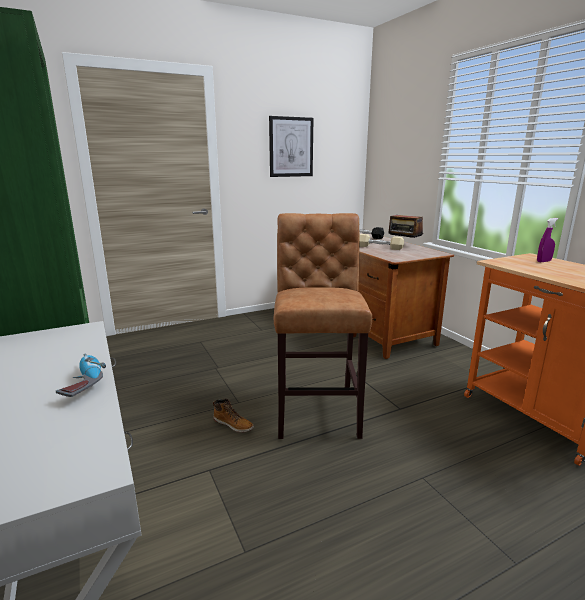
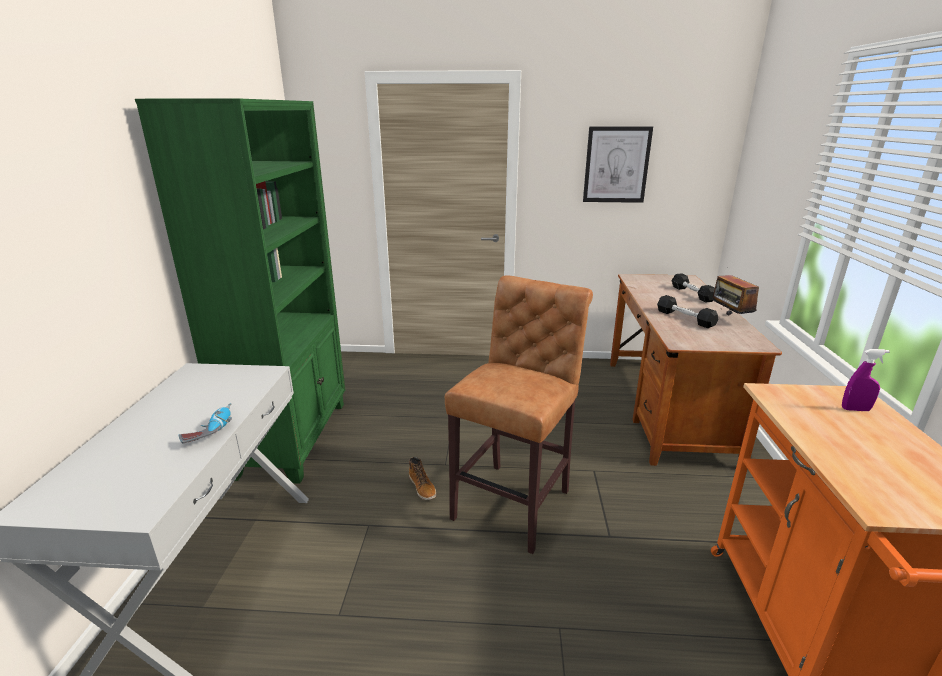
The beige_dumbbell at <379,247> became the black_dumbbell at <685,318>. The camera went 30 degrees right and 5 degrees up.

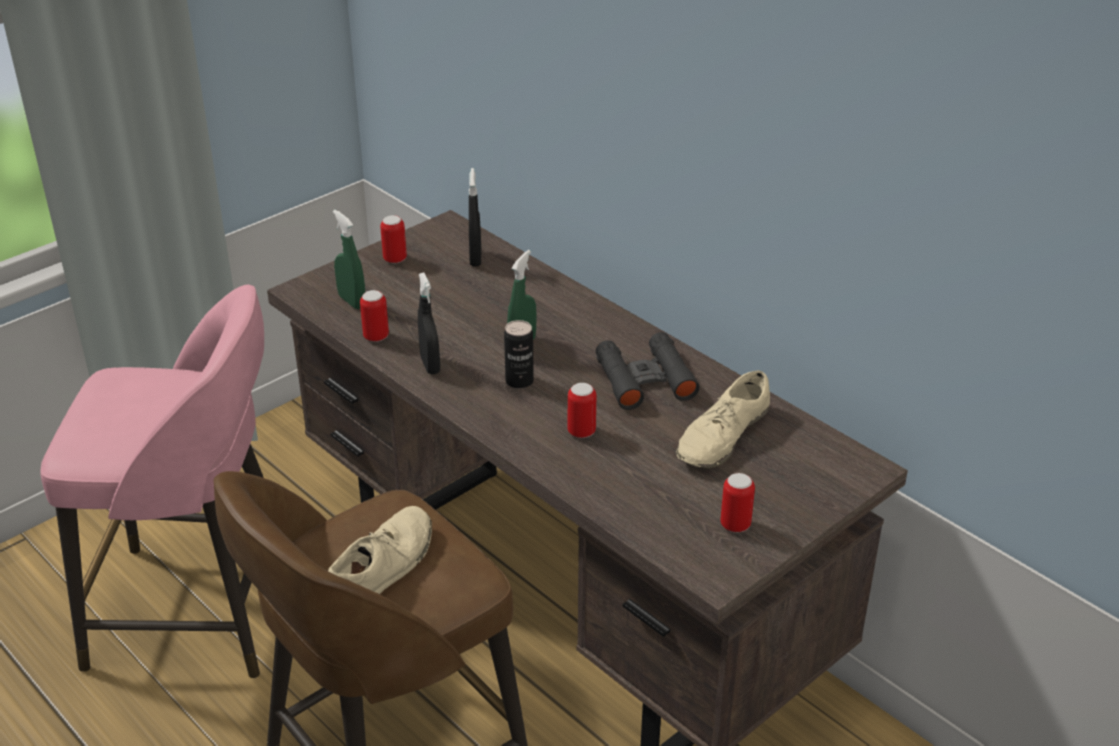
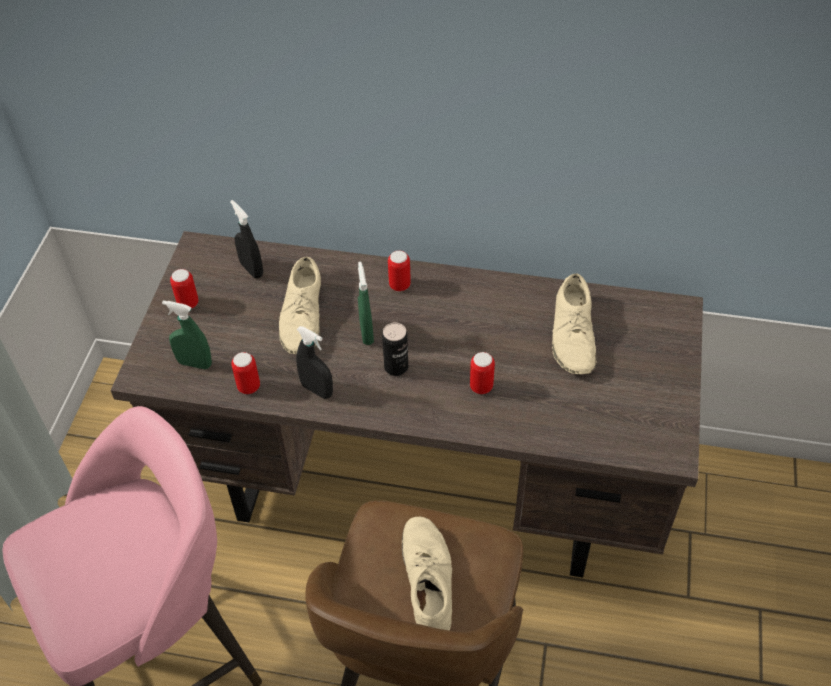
The black_binoculars at <645,380> disappeared. The beige_shoe at <303,317> appeared. The can moved from <735,525> to <399,285>. The camera went 35 degrees left and 15 degrees up.

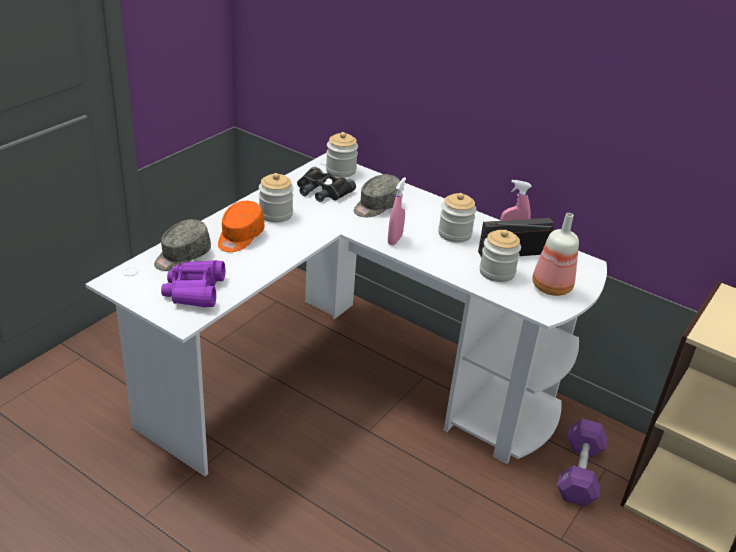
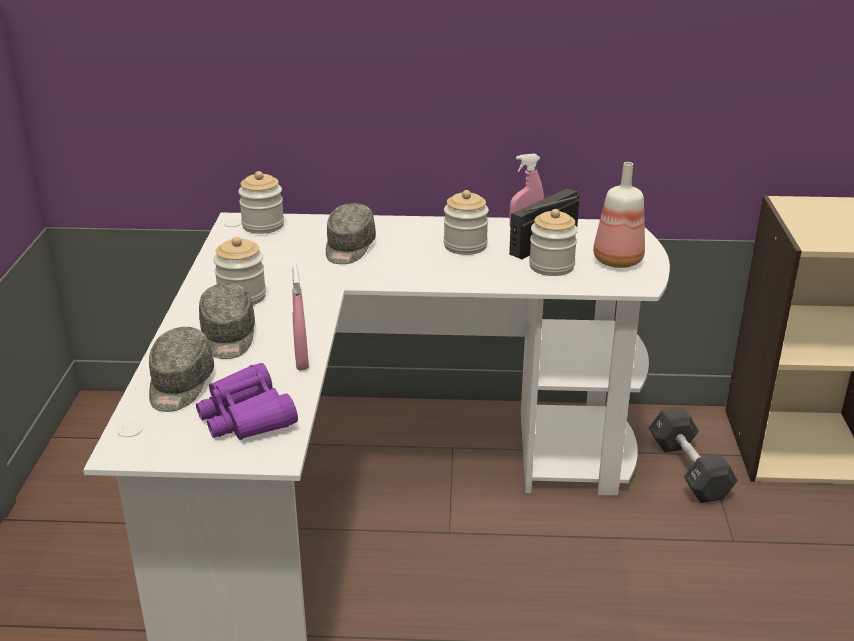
The black_binoculars at <322,191> disappeared. The pink_spray_bottle moved from <395,239> to <301,361>. The orange_cap at <239,237> became the grey_cap at <228,336>. The purple_dumbbell at <579,472> became the black_dumbbell at <688,469>. The camera went 30 degrees left and 5 degrees down.

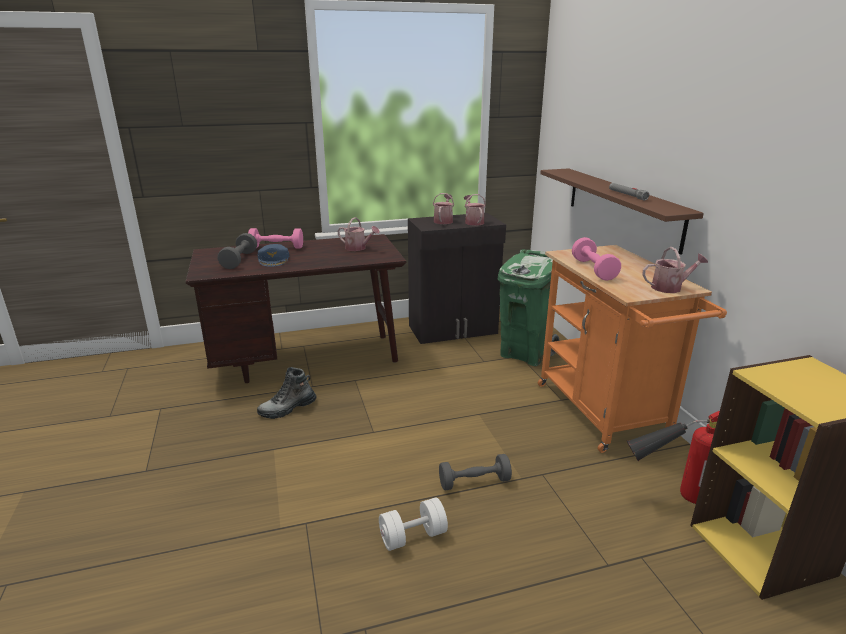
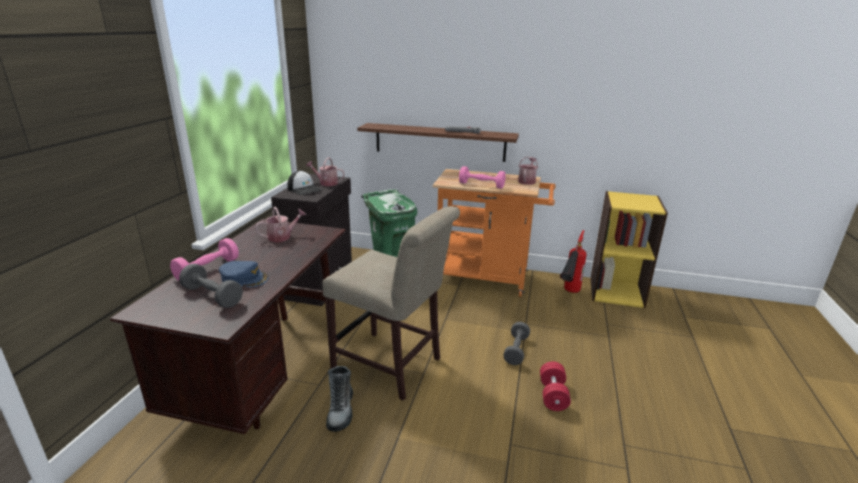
The beige_chair at <391,366> appeared. The watering_can at <443,220> was replaced by the cap at <304,189>. The white_dumbbell at <413,536> became the red_dumbbell at <553,395>. The camera went 60 degrees left and 0 degrees up.

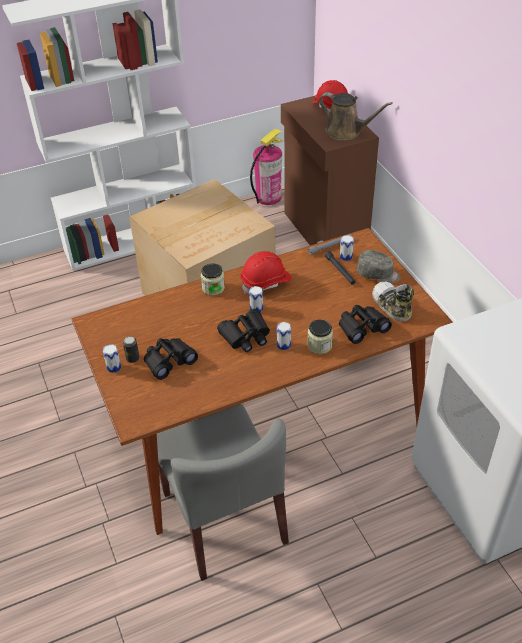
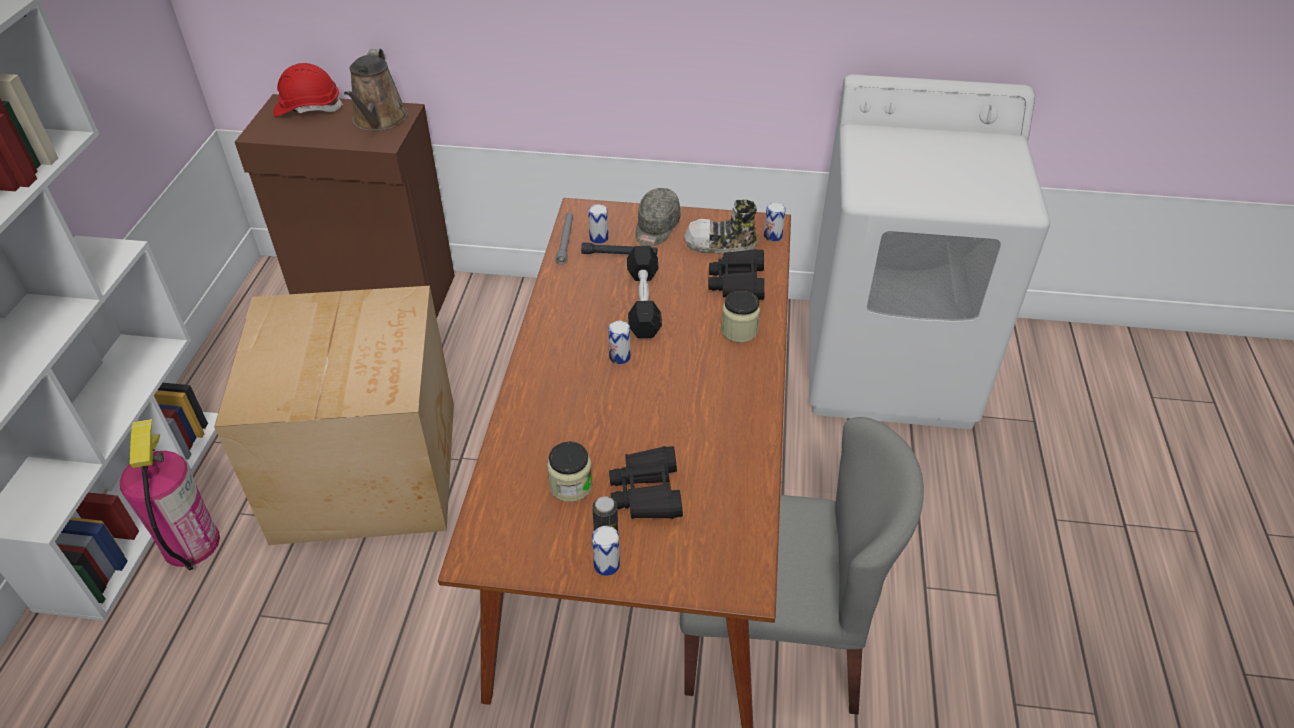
The black_binoculars at <246,336> disappeared. The red_hard_hat at <266,282> disappeared. The black_dumbbell at <643,302> appeared. The jar moved from <213,288> to <571,485>. The fire_extinguisher moved from <268,197> to <190,543>. The can moved from <284,345> to <772,236>. The brown_watering_can at <346,132> turned 120 degrees clockwise. The grey_cap at <378,274> turned 150 degrees clockwise. The camera went 60 degrees left and 0 degrees up.

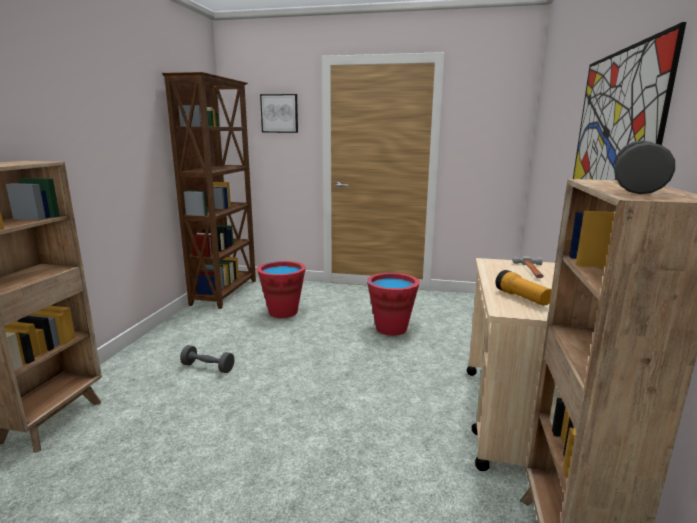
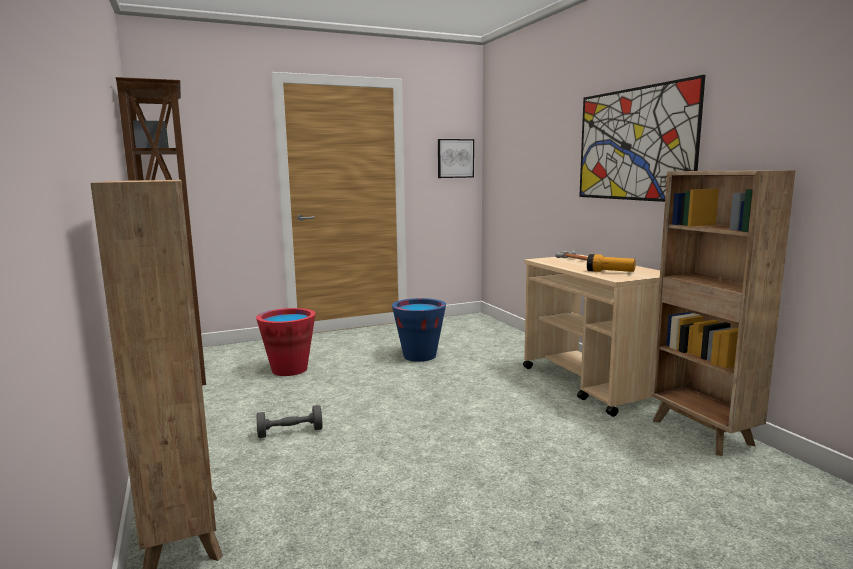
The grey_dumbbell at <636,187> disappeared. The picture moved from <279,113> to <455,158>. The red_bucket at <391,328> became the blue_bucket at <419,356>. The camera went 35 degrees left and 5 degrees down.

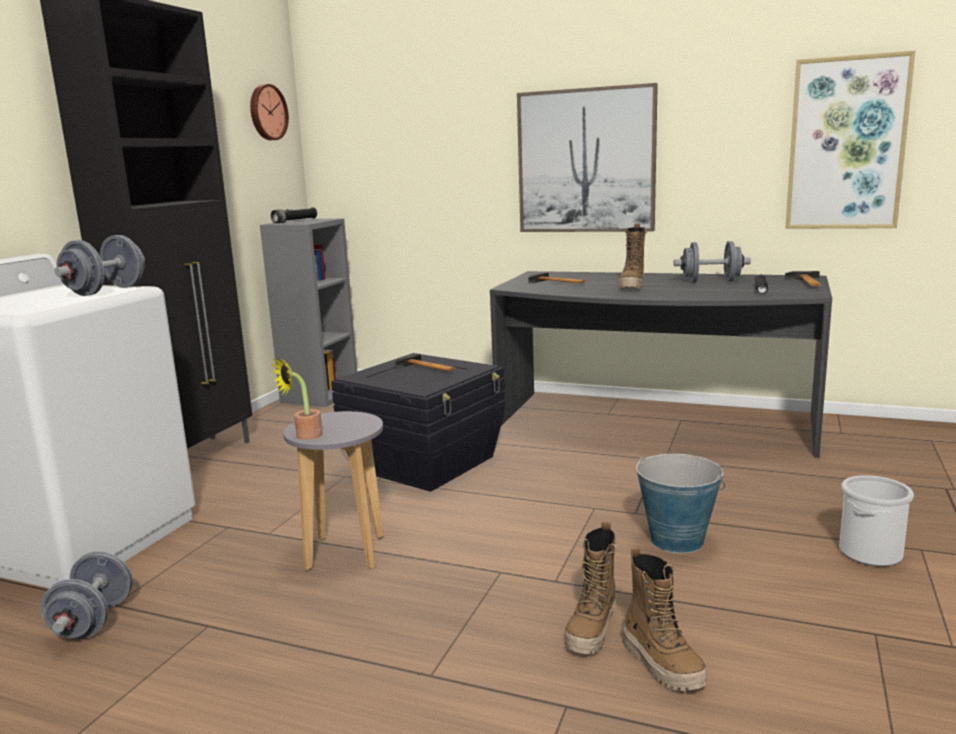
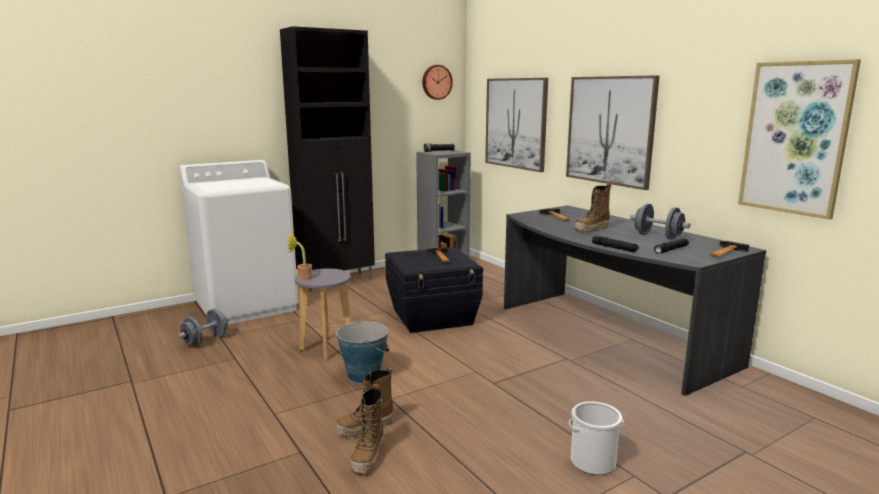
The grey_dumbbell at <106,291> disappeared. The picture at <516,123> appeared. The black_flashlight at <614,248> appeared. The bucket moved from <676,540> to <364,375>. The camera went 35 degrees right and 0 degrees up.

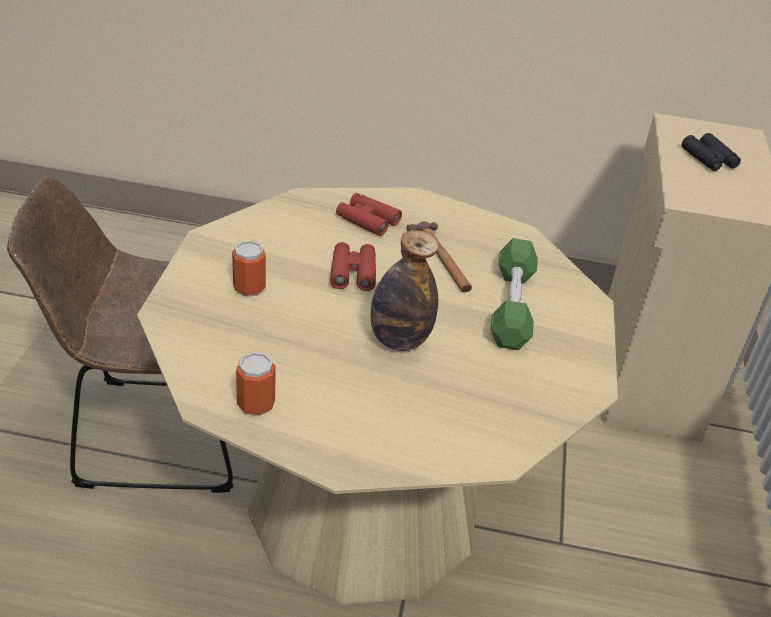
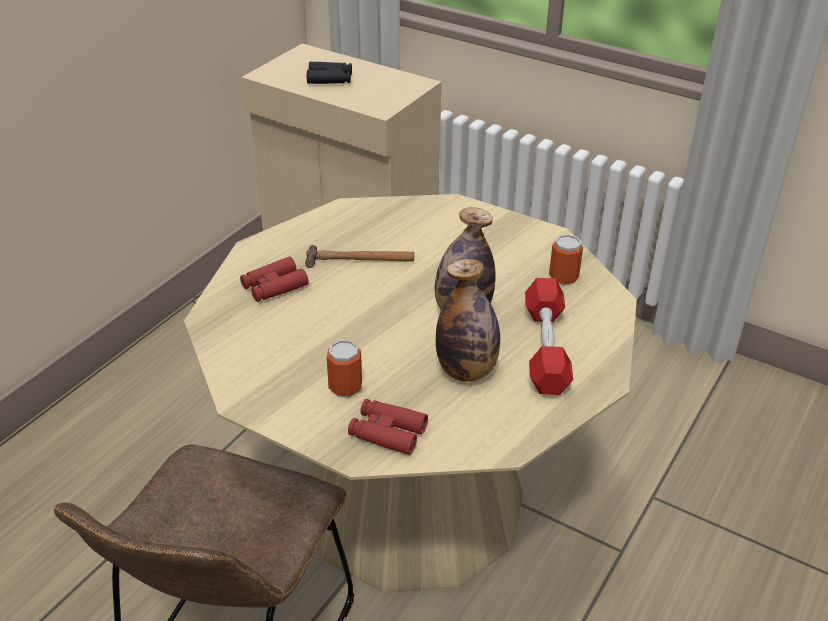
The green_dumbbell at <512,306> disappeared. The bottle at <466,371> appeared. The red_dumbbell at <546,348> appeared. The can moved from <256,404> to <563,277>. The red_binoculars moved from <353,272> to <387,432>. The camera went 65 degrees left and 0 degrees up.

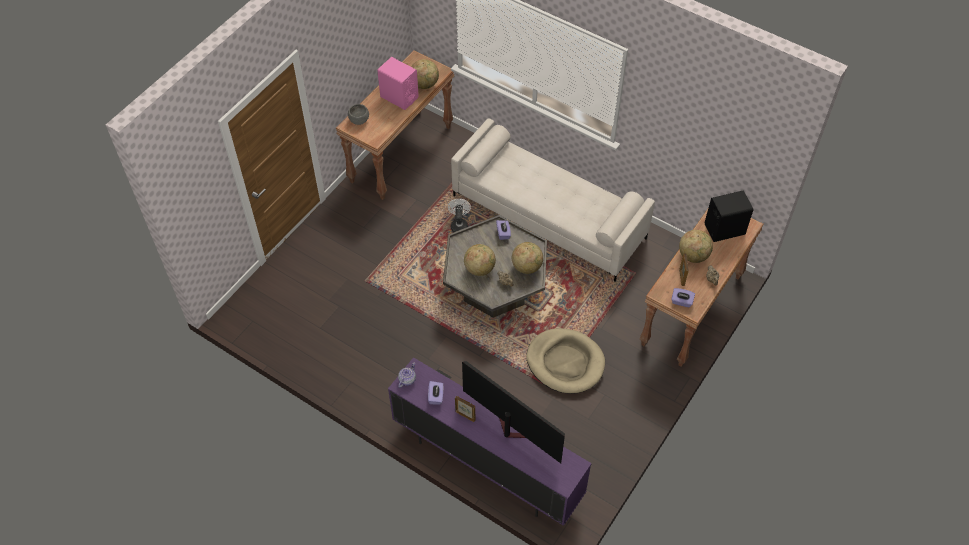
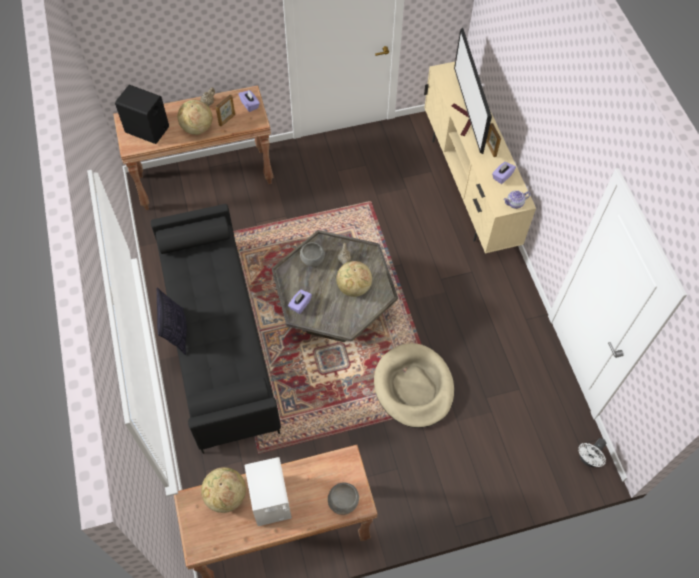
The pillow at <176,332> appeared. The white_fan moved from <459,224> to <588,459>. The beige_dog_bed moved from <565,362> to <413,387>. The globe at <527,266> was replaced by the grey_bowl at <312,260>. The pink_speaker at <399,97> became the white_speaker at <270,500>. The purple_tv_stand at <486,464> became the beige_tv_stand at <468,187>. The white_sofa at <549,217> became the black_sofa at <218,340>. The camera went 140 degrees left and 5 degrees up.

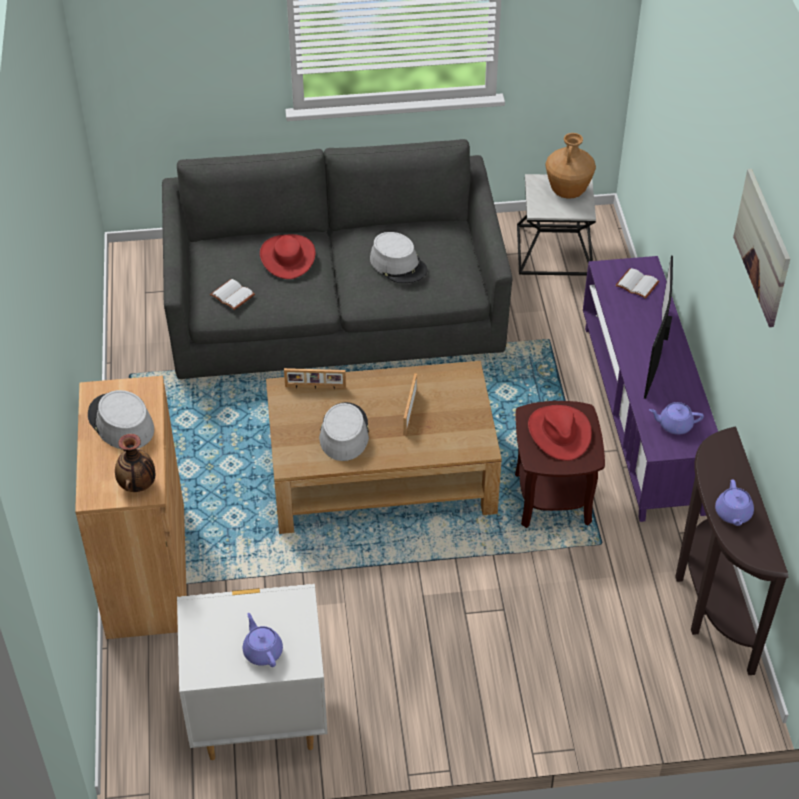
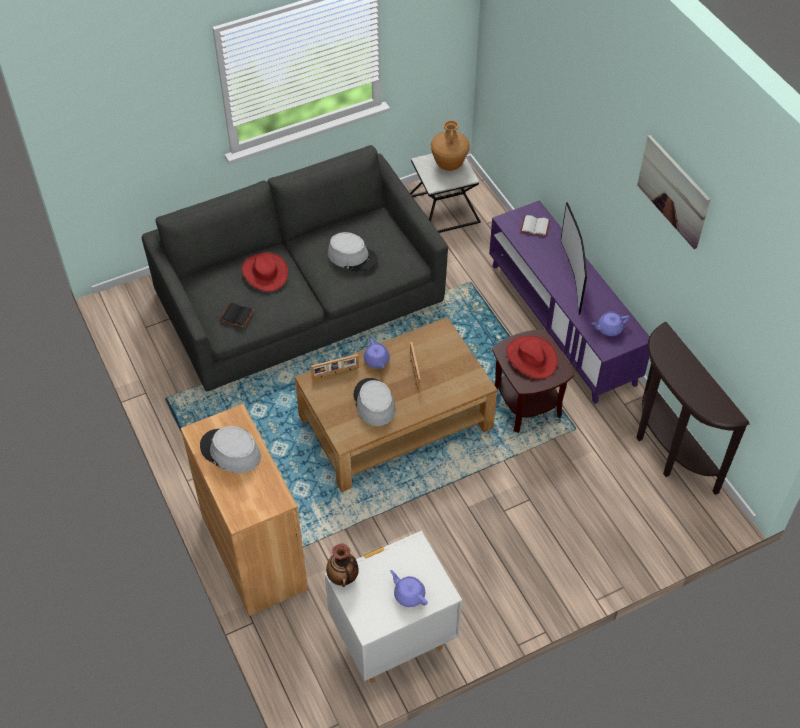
The vase moved from <138,485> to <343,576>. The purple_teapot moved from <733,514> to <376,361>. The white_book at <231,295> became the black_book at <236,316>. The camera went 20 degrees left and 5 degrees up.

